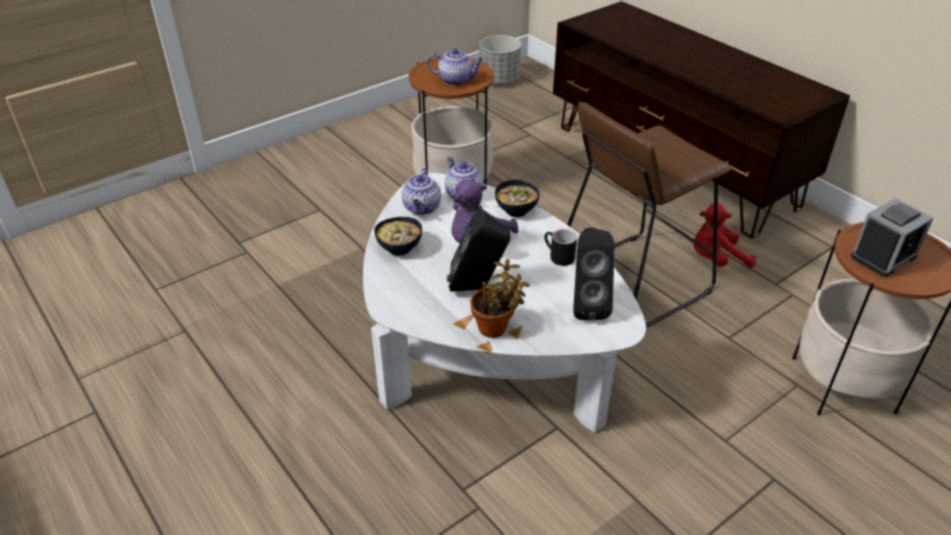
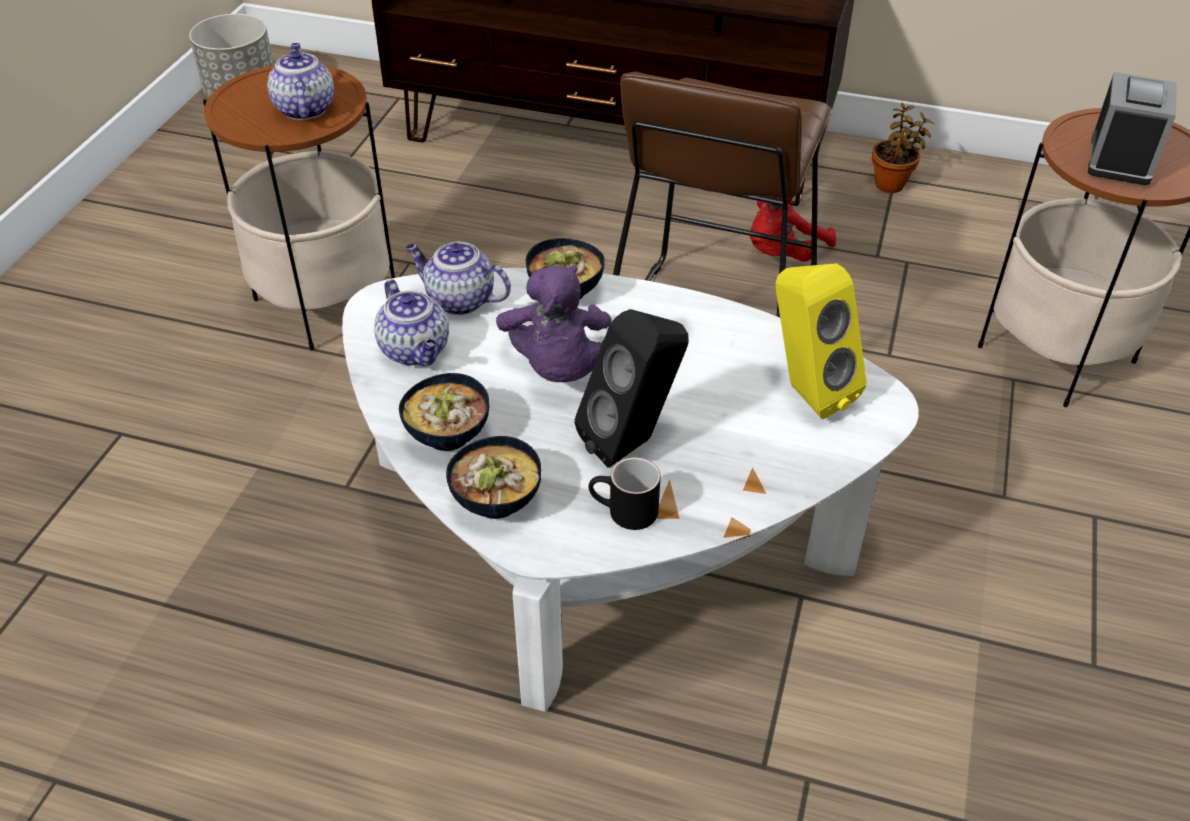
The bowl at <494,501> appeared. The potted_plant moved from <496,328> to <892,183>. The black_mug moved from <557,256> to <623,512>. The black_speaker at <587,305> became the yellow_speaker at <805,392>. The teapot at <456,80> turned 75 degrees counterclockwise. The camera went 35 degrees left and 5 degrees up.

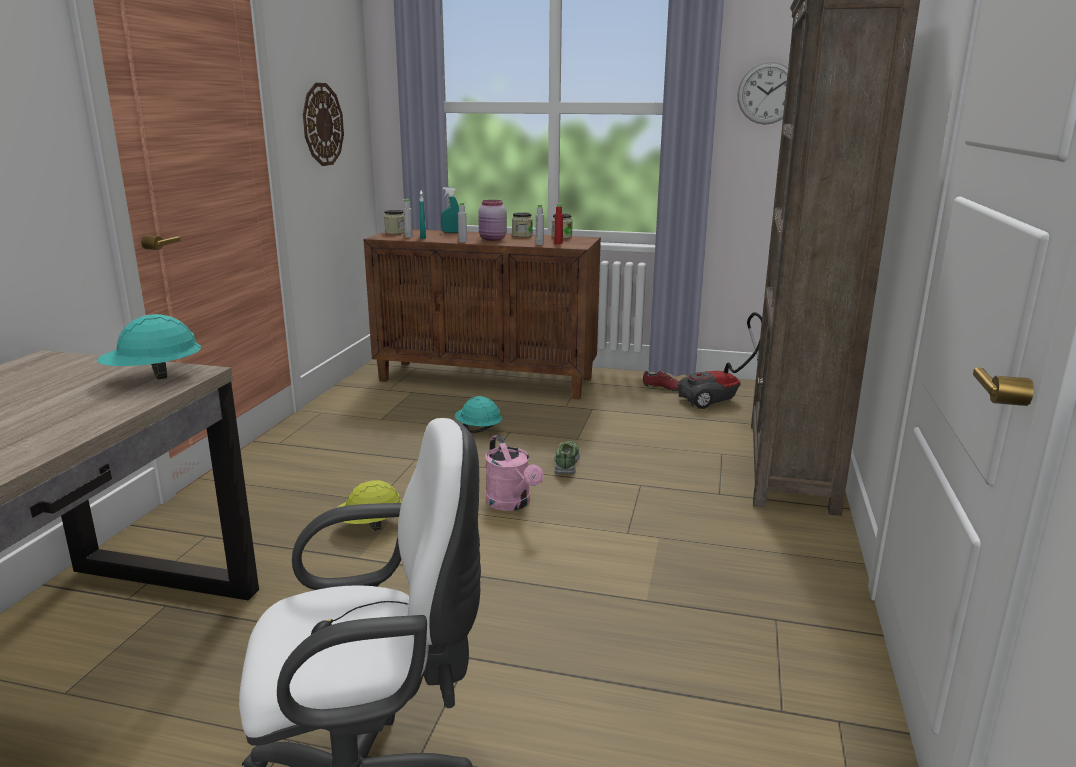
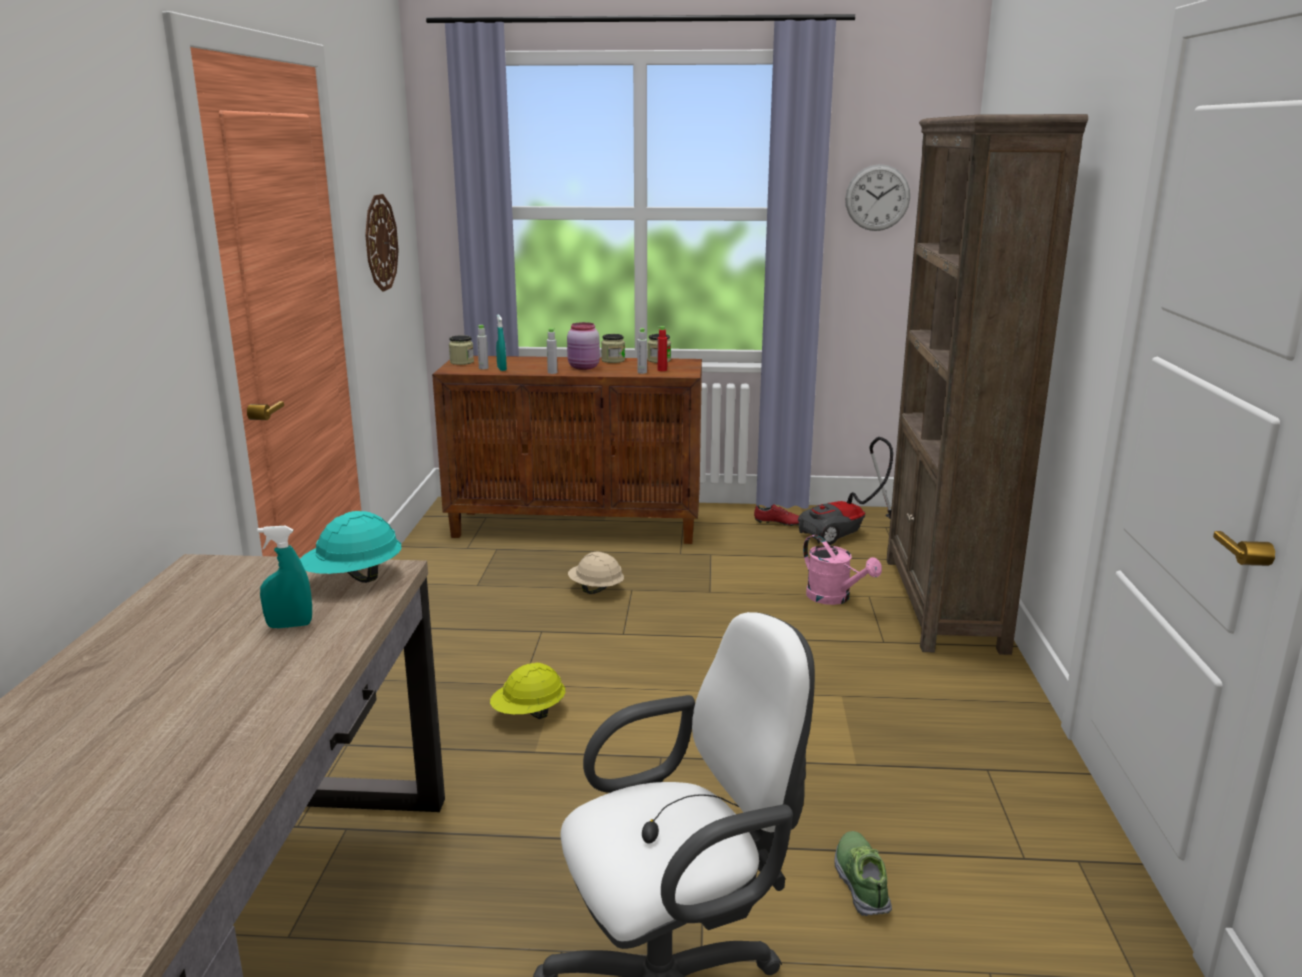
The turquoise_spray_bottle moved from <451,232> to <289,625>. The pink_watering_can moved from <512,504> to <834,598>. The shoe moved from <567,463> to <862,882>. The turquoise_hard_hat at <478,430> became the beige_hard_hat at <595,590>. The camera went 10 degrees left and 0 degrees up.

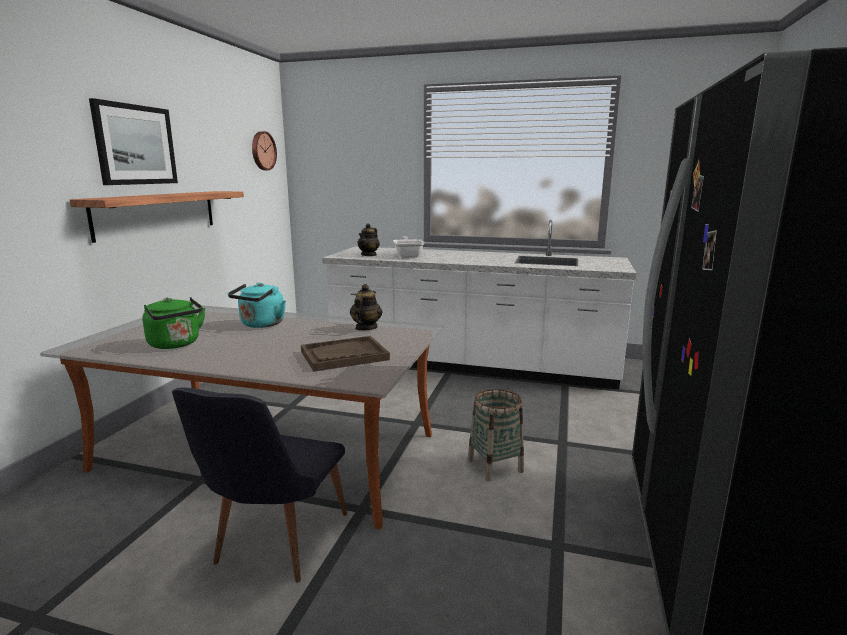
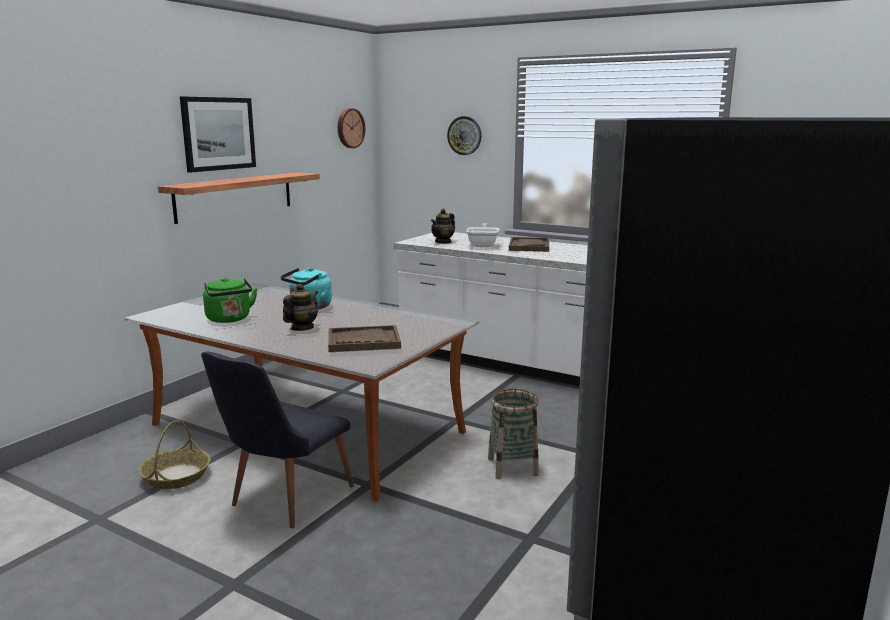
The basket at <176,476> appeared. The wall_clock at <464,135> appeared. The brown_tray at <529,246> appeared. The teapot moved from <366,328> to <302,328>. The camera went 15 degrees right and 0 degrees up.

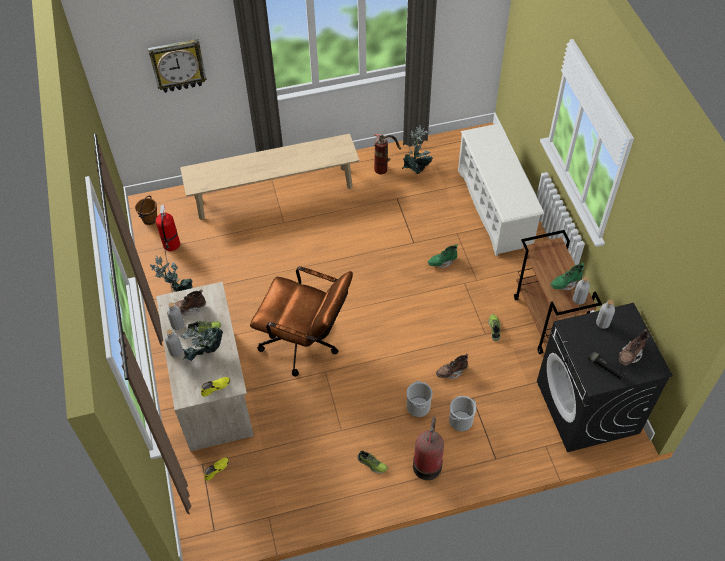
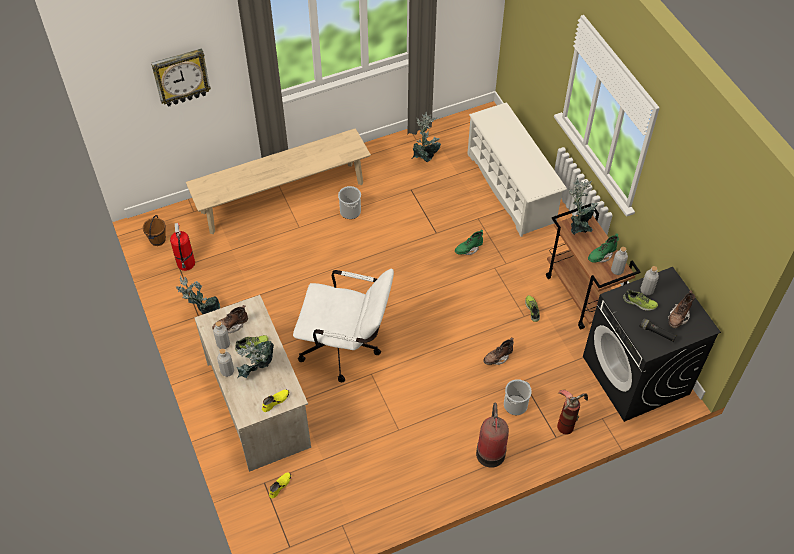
The potted_plant at <579,227> appeared. The shoe moved from <372,464> to <639,303>. The fire_extinguisher moved from <384,166> to <568,421>. The bucket moved from <418,407> to <350,211>. The brown_office_chair at <306,344> became the white_office_chair at <346,348>. The camera went 10 degrees left and 0 degrees up.

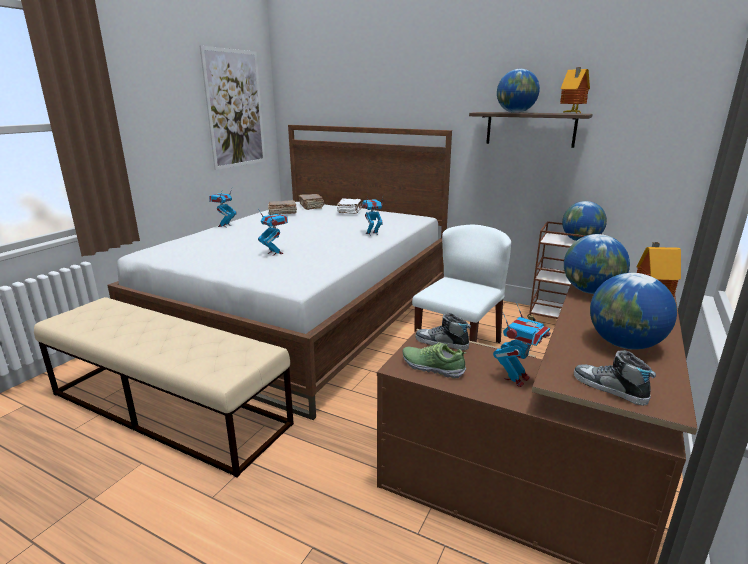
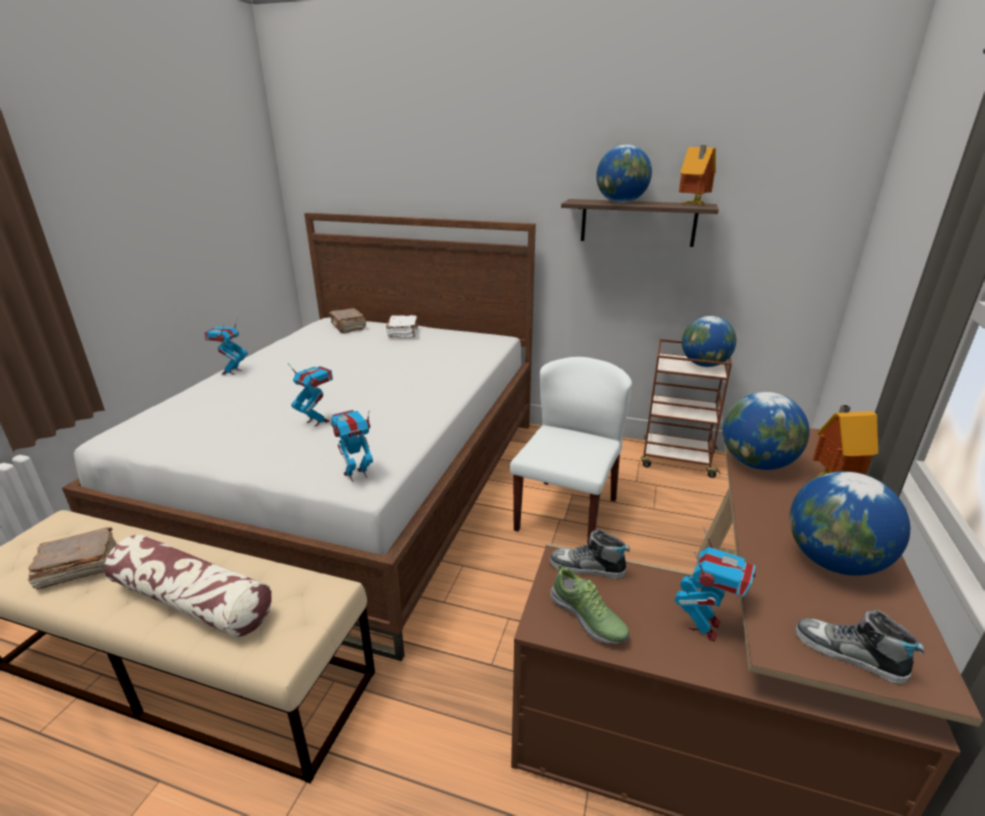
The picture at <235,109> disappeared. The pillow at <193,601> appeared. The brown_book moved from <282,213> to <77,568>. The toy_robot moved from <372,234> to <356,475>. The shoe at <432,367> turned 150 degrees counterclockwise. The camera went 10 degrees left and 5 degrees up.

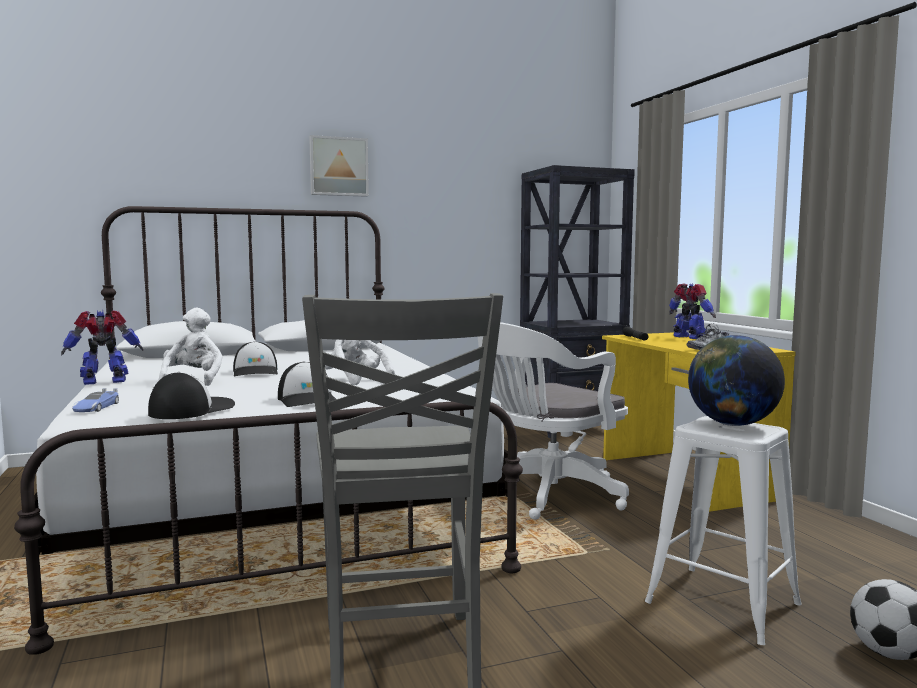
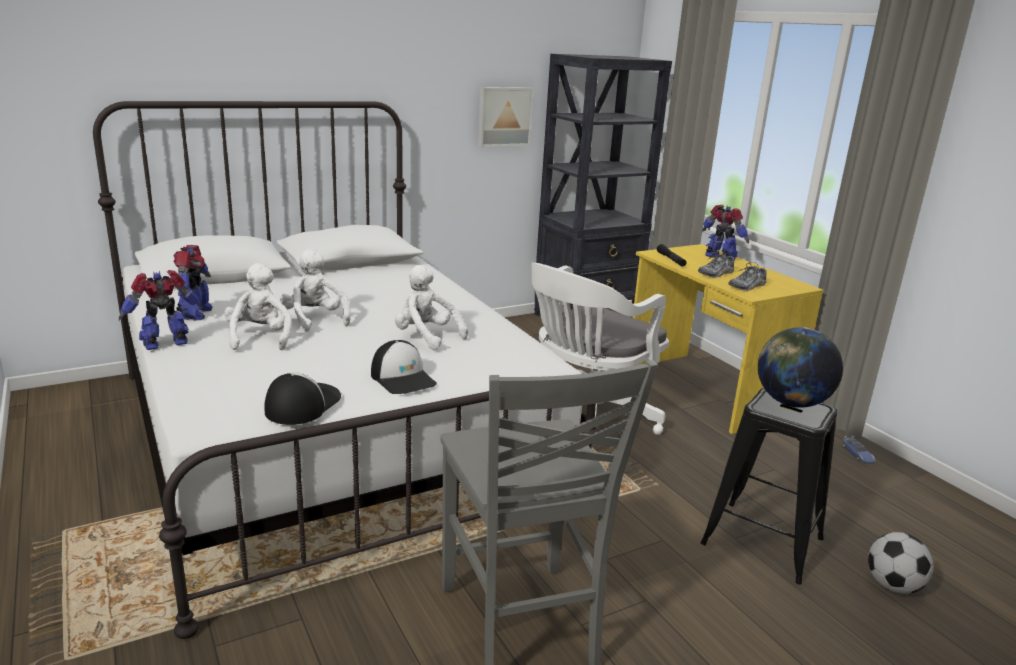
The toy_robot at <195,314> appeared. The shoe at <716,273> appeared. The toy_car moved from <96,408> to <857,454>. The picture moved from <338,167> to <503,116>. The cap at <256,372> was replaced by the white_plush_toy at <315,319>. The white_stool at <723,603> became the black_stool at <763,541>. The camera went 10 degrees left and 15 degrees up.

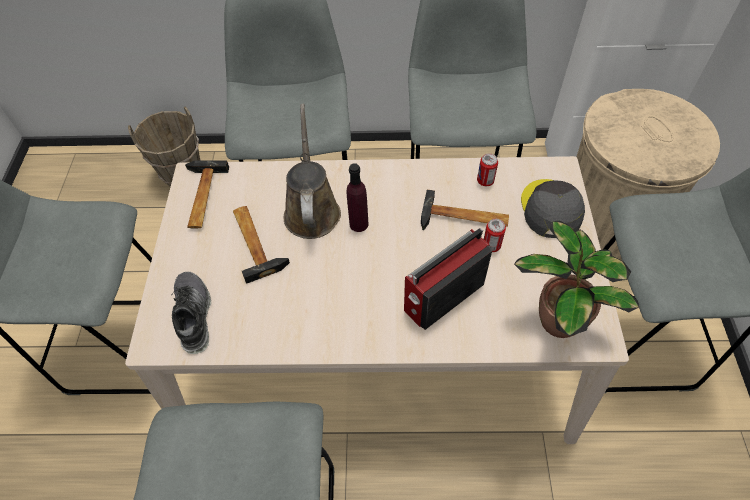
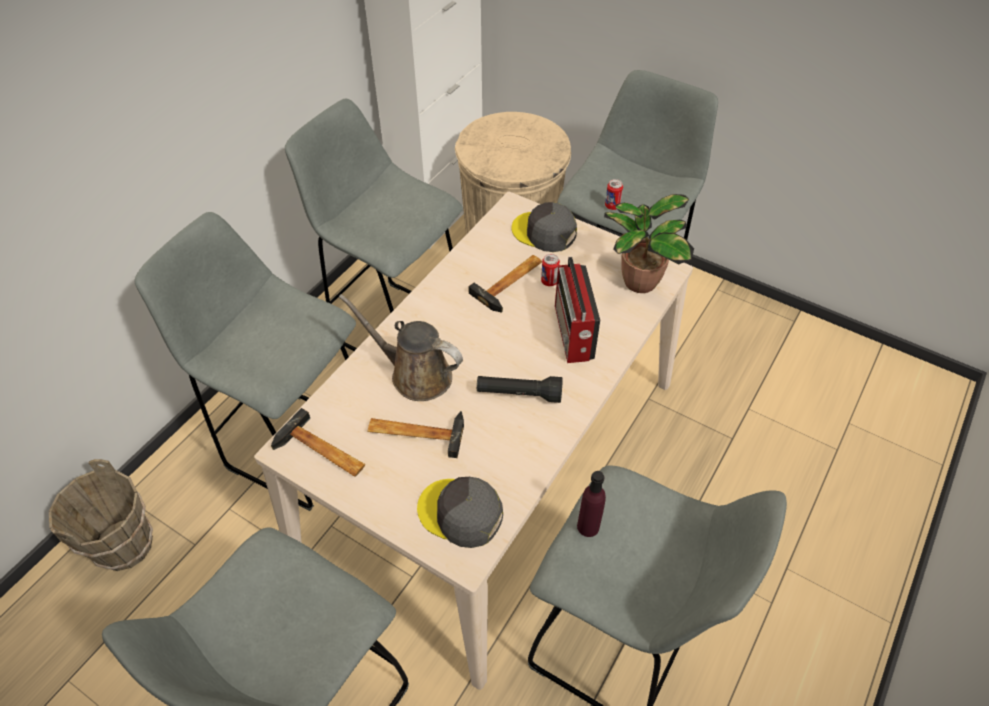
The black_flashlight at <519,394> appeared. The purple_bottle moved from <359,224> to <588,526>. The can moved from <485,181> to <612,206>. The shoe at <193,315> was replaced by the grey_cap at <460,513>. The camera went 60 degrees left and 5 degrees down.

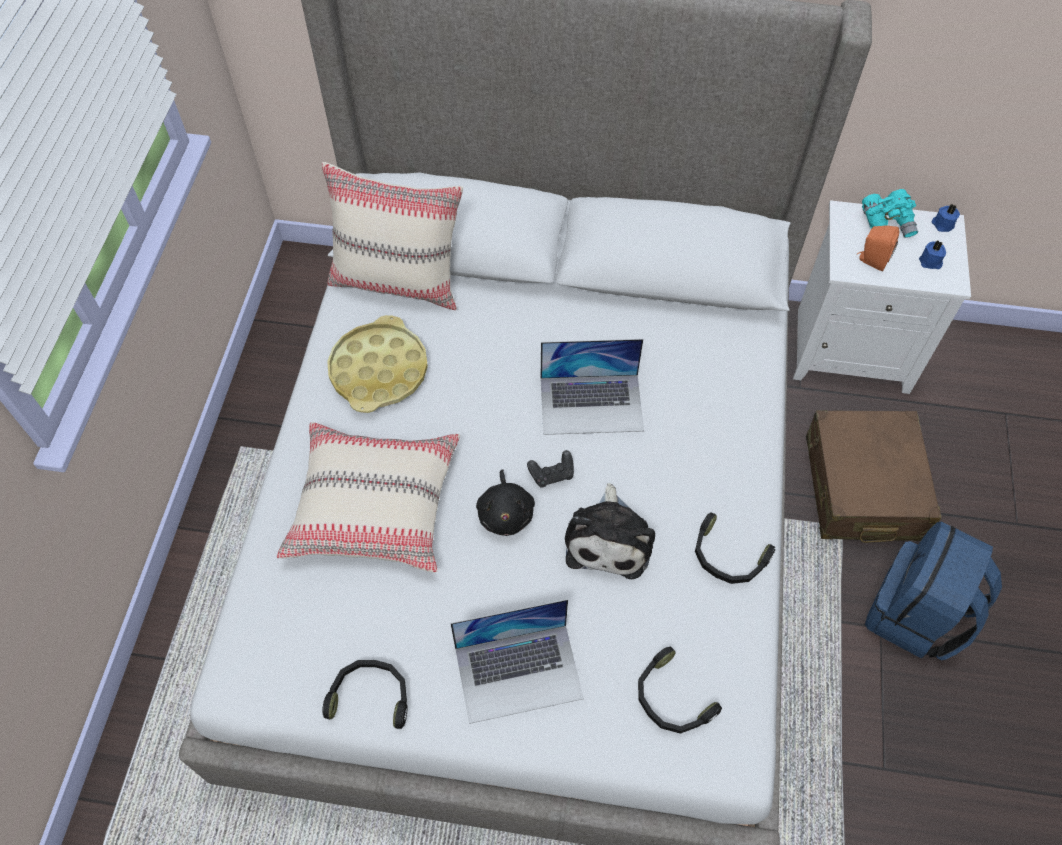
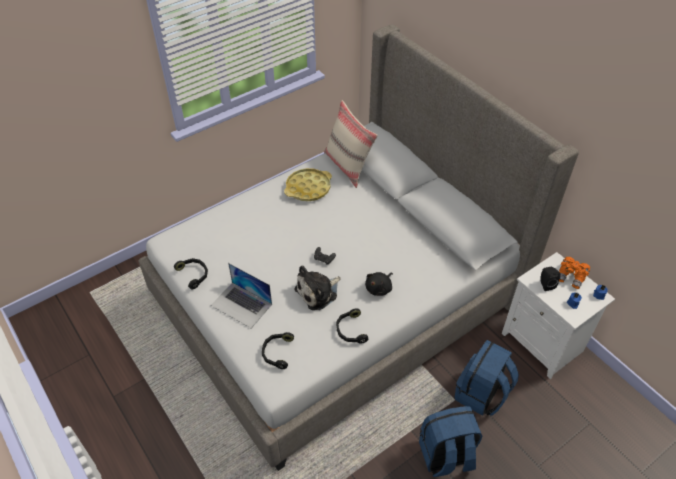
The beige_pillow at <374,505> disappeared. The laptop at <591,404> disappeared. The black_plush_toy moved from <506,513> to <379,288>. The brown_suitcase at <862,488> was replaced by the blue_backpack at <481,394>. The orange_speaker at <871,260> became the black_speaker at <545,284>. The turquoise_binoculars at <887,224> became the orange_binoculars at <571,277>. The camera went 45 degrees right and 10 degrees down.

